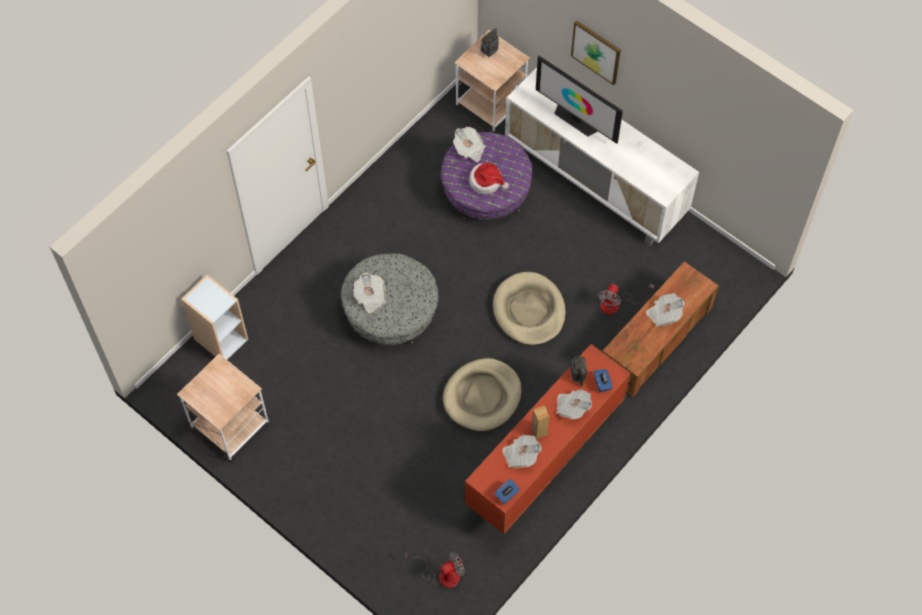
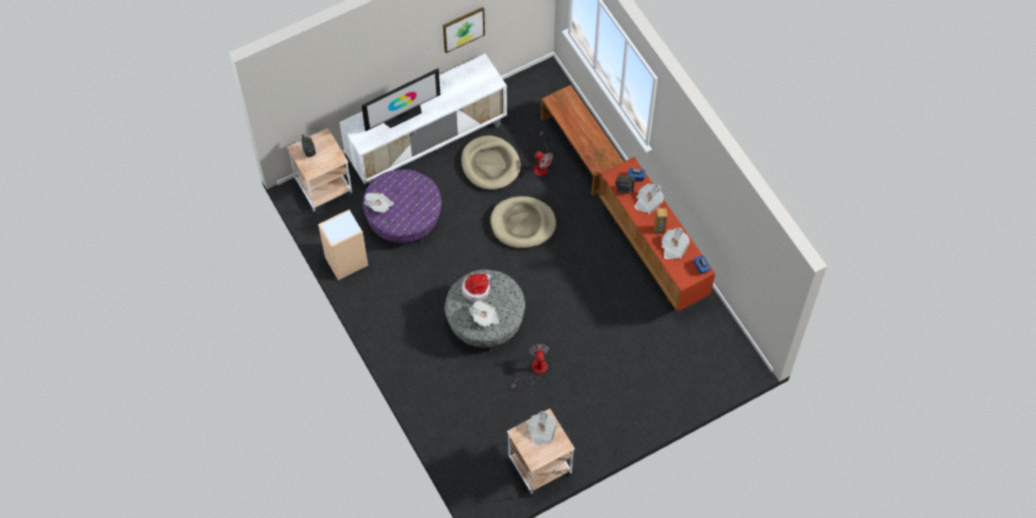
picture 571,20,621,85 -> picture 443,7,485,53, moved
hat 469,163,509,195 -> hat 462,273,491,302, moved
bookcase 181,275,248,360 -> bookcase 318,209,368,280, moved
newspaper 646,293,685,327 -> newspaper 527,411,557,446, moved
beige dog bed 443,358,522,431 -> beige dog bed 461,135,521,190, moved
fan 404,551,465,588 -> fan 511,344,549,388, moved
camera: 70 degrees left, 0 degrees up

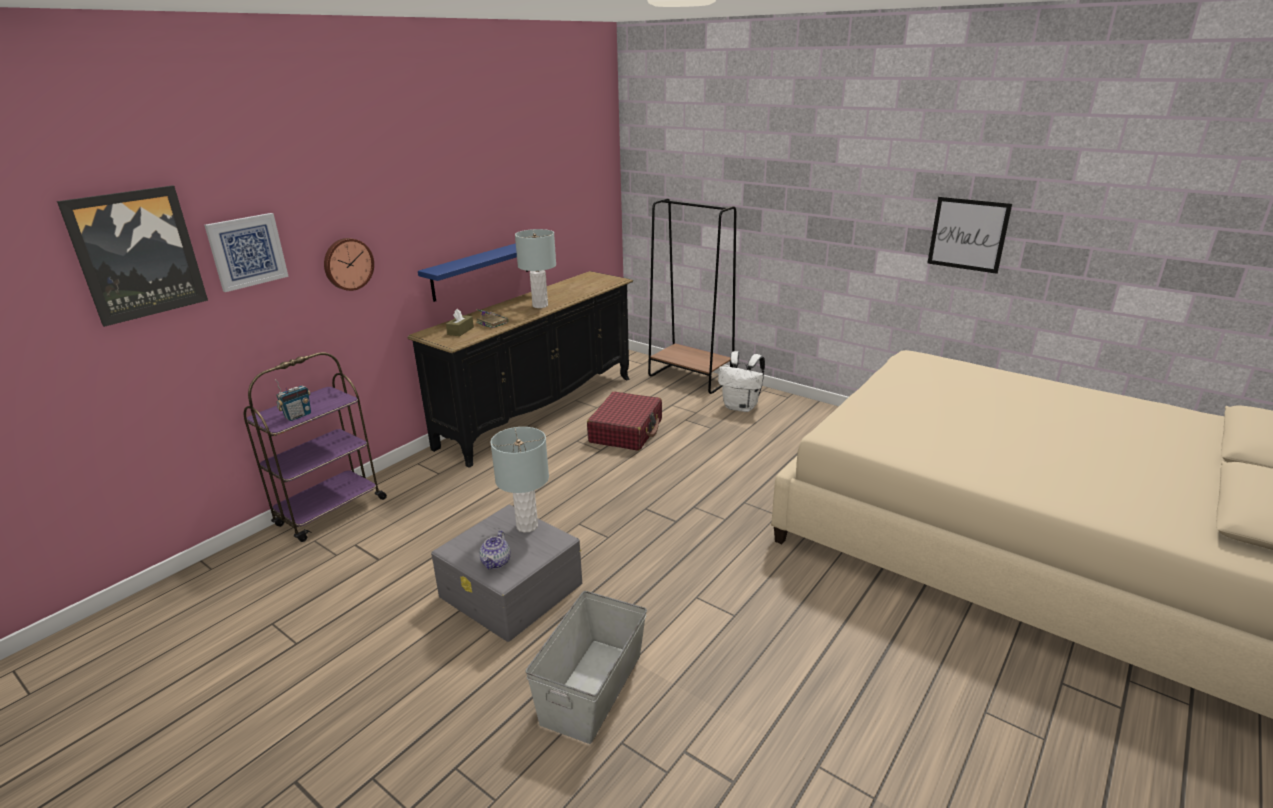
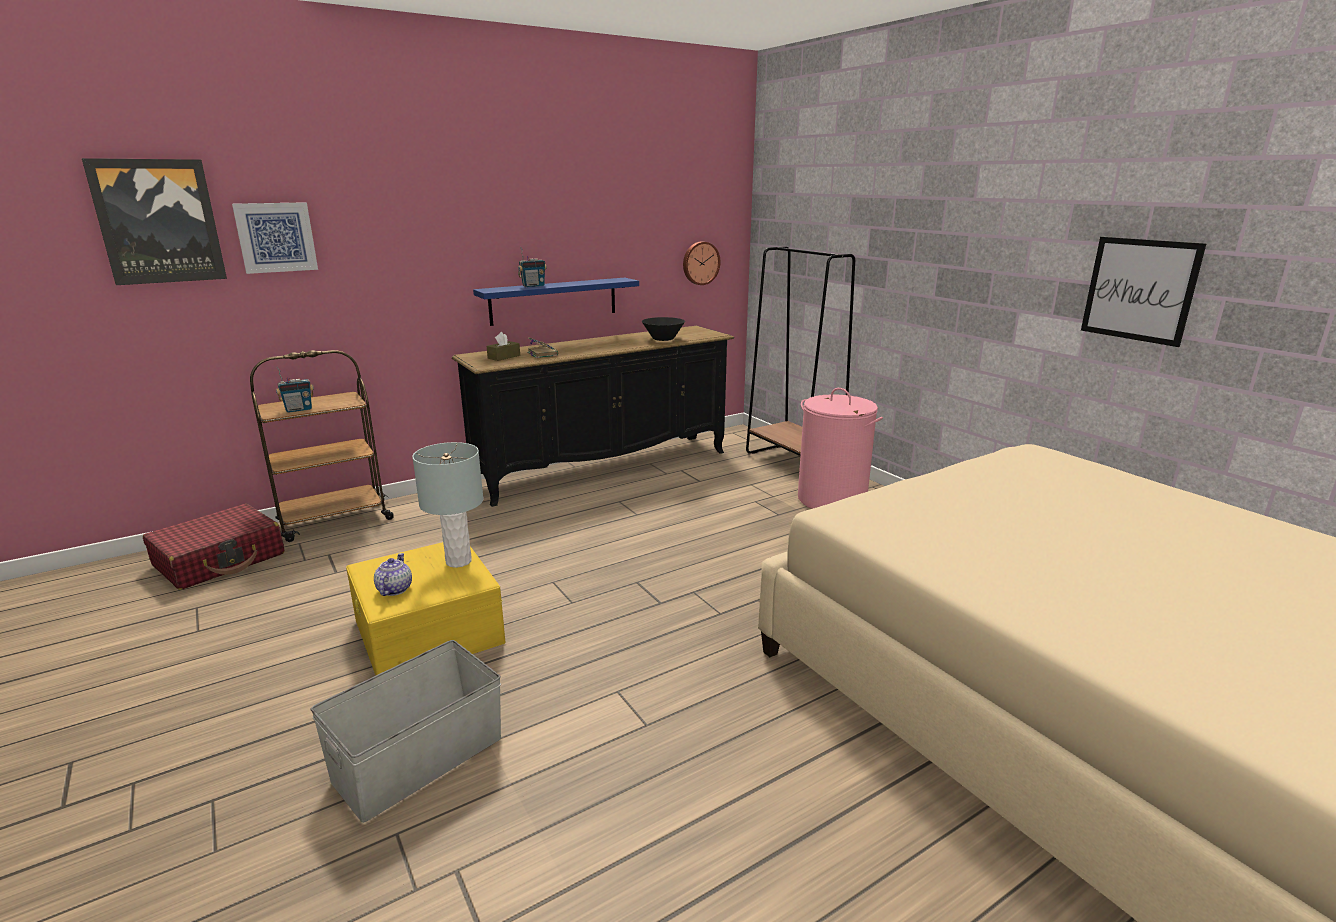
grey table lamp 515,229,556,308 -> none
wall clock 324,238,374,291 -> wall clock 683,242,721,285, moved
white backpack 718,351,765,412 -> pink laundry basket 798,388,883,509
purple cart 244,352,387,542 -> brown cart 250,350,394,542
red suitcase 587,392,662,451 -> red suitcase 143,504,284,590, moved
grey storage box 431,505,582,642 -> yellow storage box 346,542,505,675
teapot 479,531,511,570 -> teapot 374,553,412,596, 150 degrees clockwise
none -> radio 518,247,547,287
none -> black bowl 642,317,685,341
camera: 20 degrees right, 5 degrees down

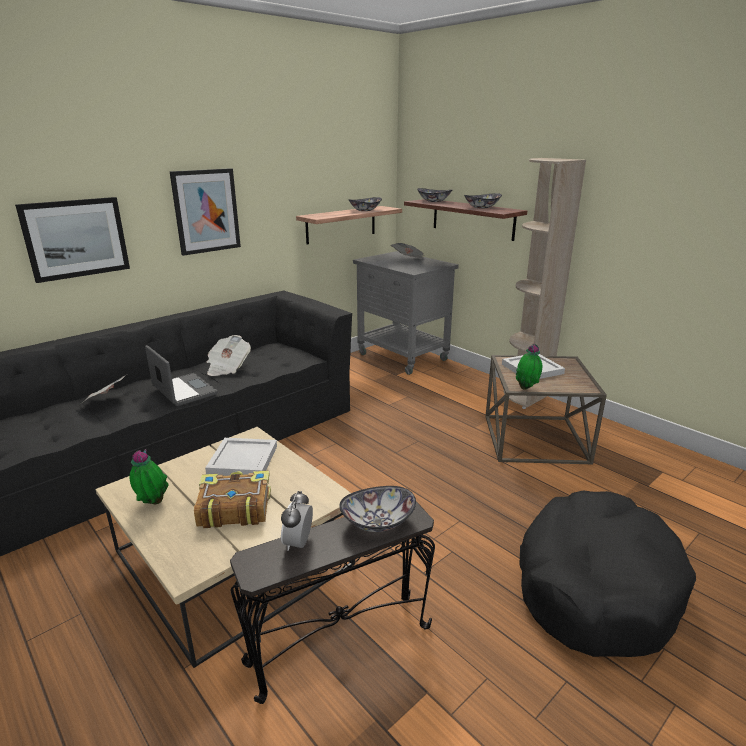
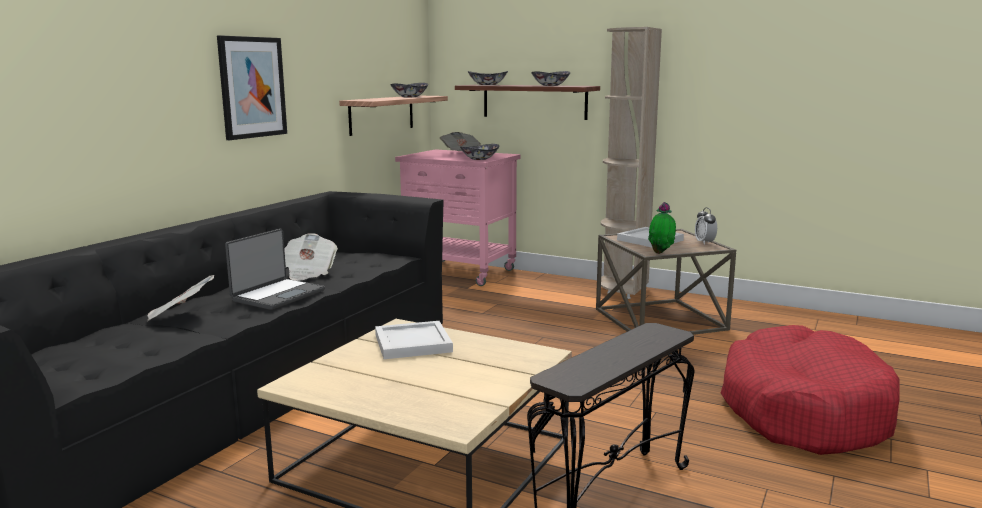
picture 15,197,130,283 -> none
grey cart 353,251,459,375 -> pink cart 395,149,521,286
laptop 145,345,217,406 -> laptop 225,229,325,310, 90 degrees clockwise
potted plant 129,449,169,505 -> none
book 194,471,271,528 -> none
bowl 339,486,416,532 -> bowl 460,144,500,160, moved
black dog bed 519,490,696,657 -> red dog bed 721,325,900,455
alarm clock 281,491,313,551 -> alarm clock 695,207,717,245, moved
camera: 20 degrees left, 10 degrees down

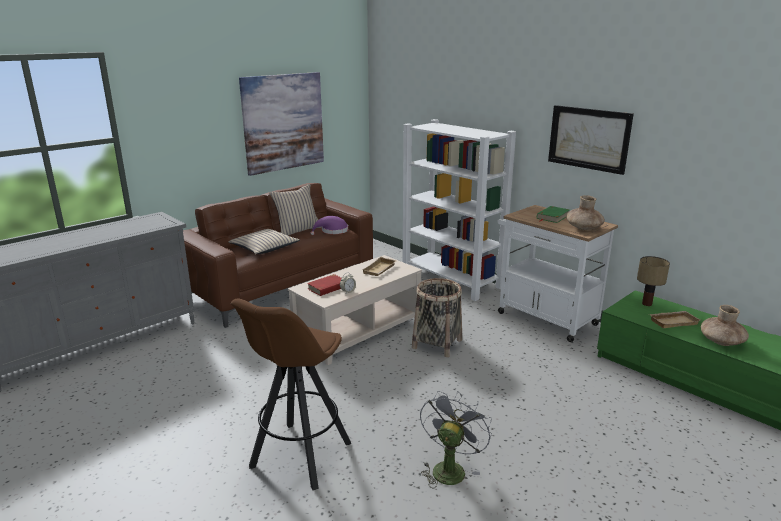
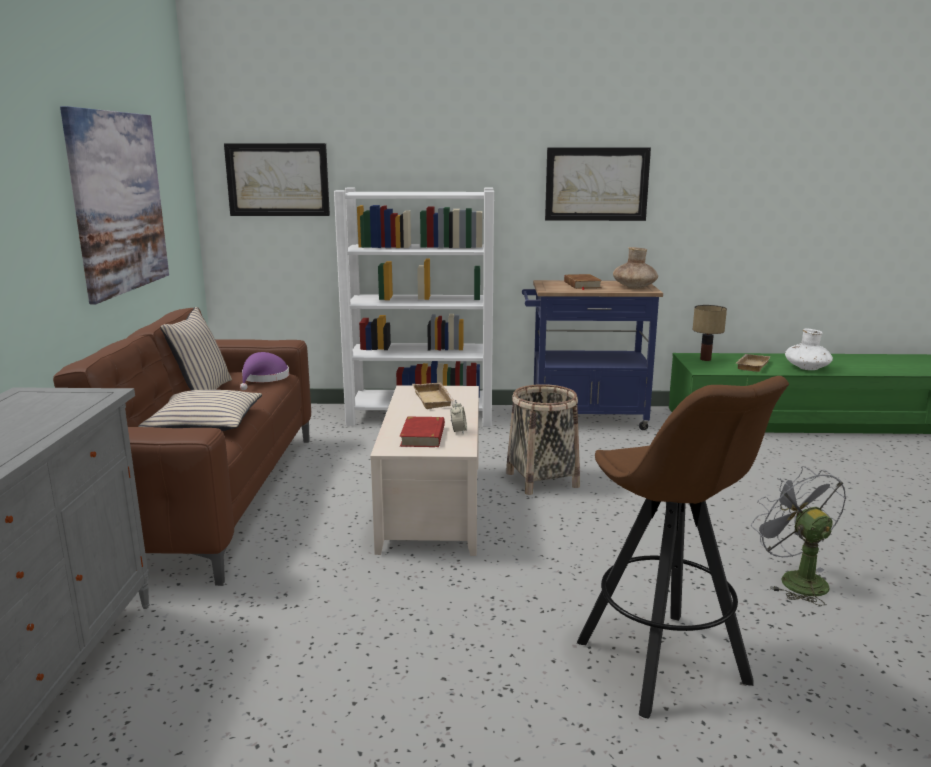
white cart 498,205,618,342 -> blue cart 522,280,663,430
green book 537,206,570,223 -> brown book 564,274,602,290
brown vase 701,305,749,346 -> white vase 785,329,833,370
none -> picture 224,143,330,216
camera: 45 degrees left, 5 degrees down

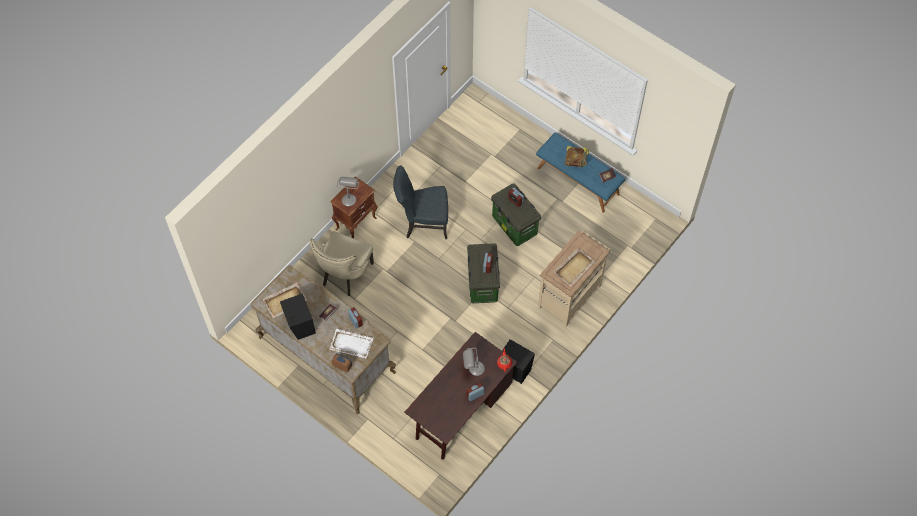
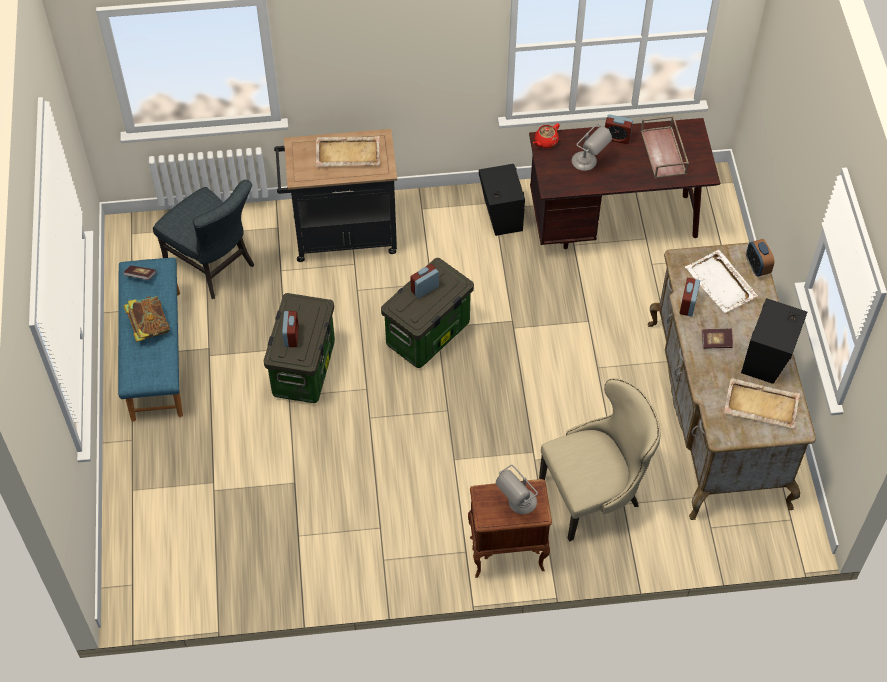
grey chair 393,166,448,239 -> grey chair 153,180,254,299, moved
beige cart 538,230,611,327 -> black cart 274,129,397,262
none -> brown tray 641,115,689,179
camera: 135 degrees left, 5 degrees down

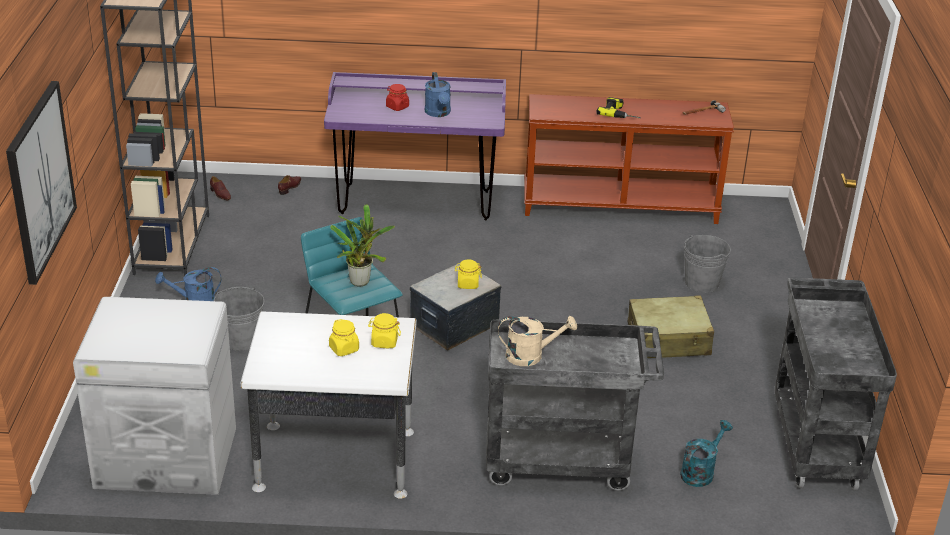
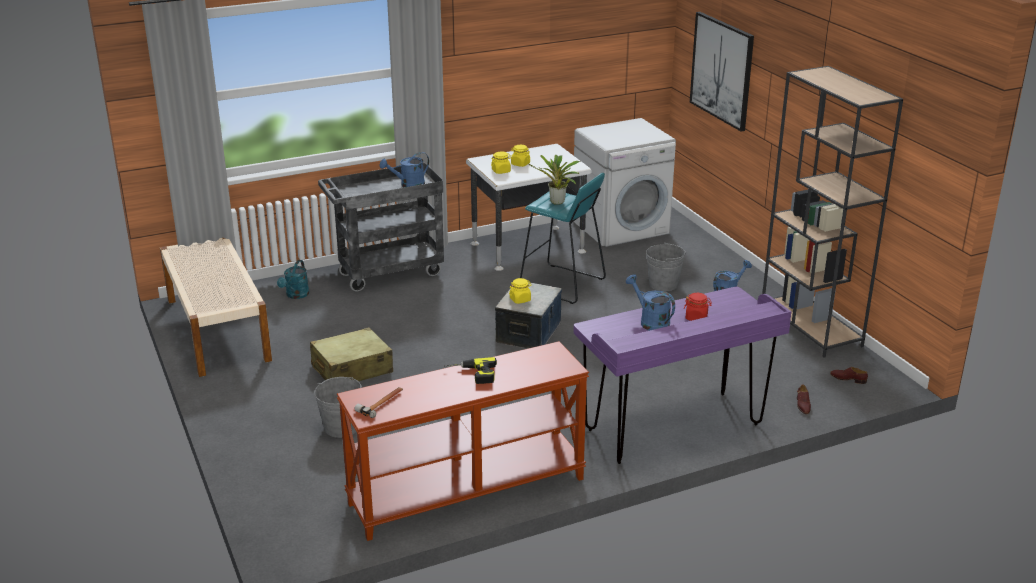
black cart 774,278,897,490 -> beige bench 160,238,272,377
beige watering can 498,316,577,366 -> blue watering can 380,152,429,187
camera: 155 degrees right, 5 degrees down

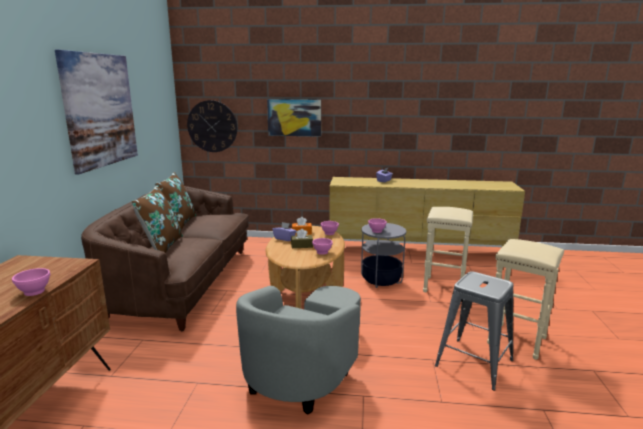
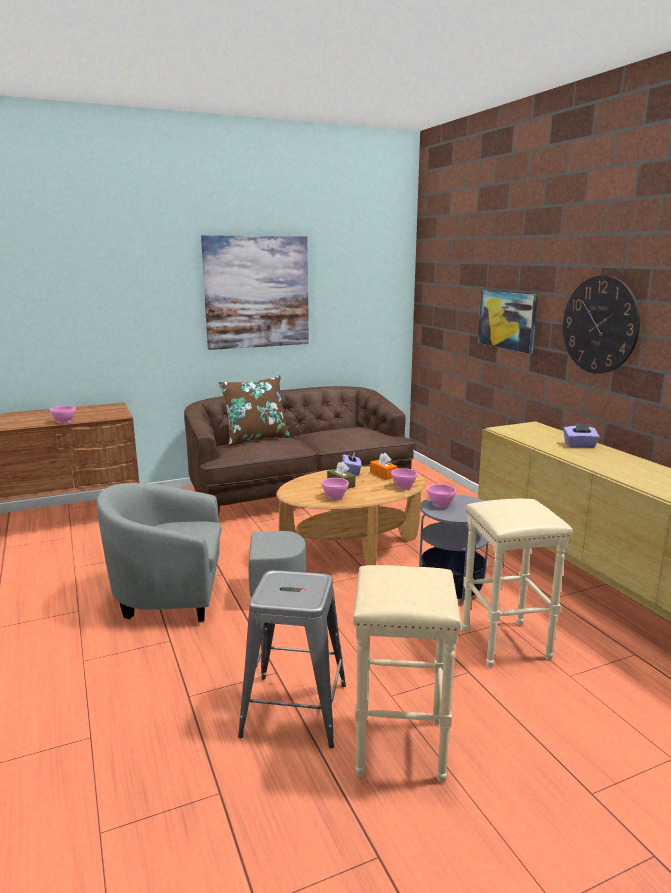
wall clock 187,100,237,152 -> wall clock 563,275,640,374, moved
brown pillow 155,172,196,230 -> none
camera: 60 degrees right, 0 degrees up

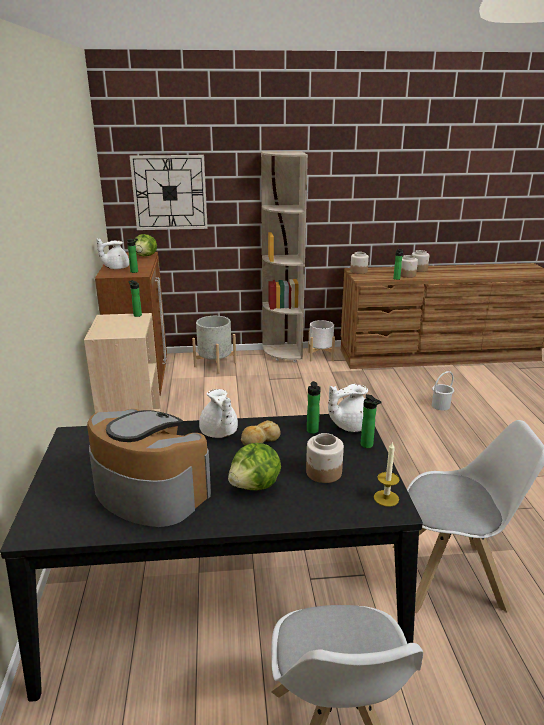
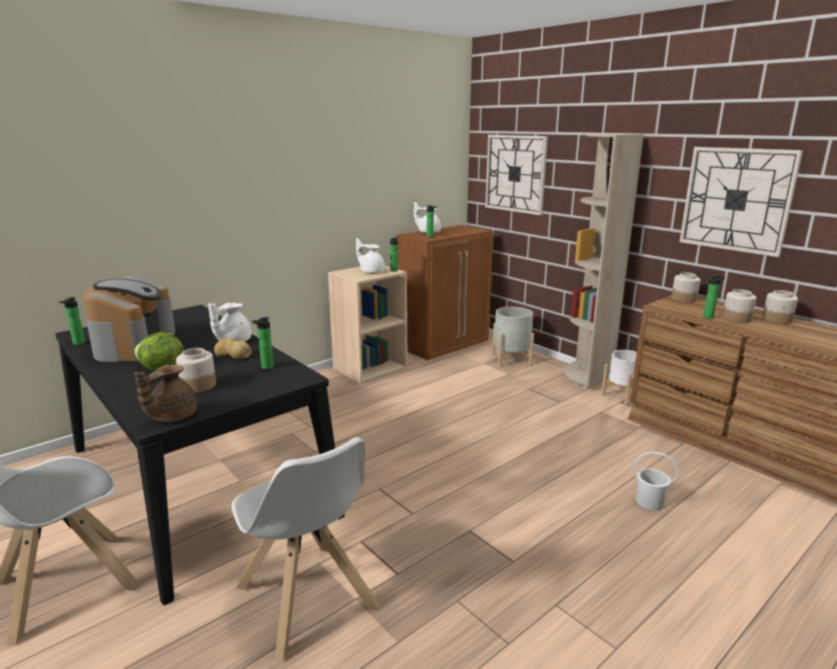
lettuce 135,234,157,256 -> none
white teapot 328,384,368,432 -> white teapot 356,238,385,273, moved
bottle 361,394,382,448 -> bottle 59,297,85,345, moved
candle 374,441,400,507 -> brown teapot 134,365,197,422
none -> wall clock 679,147,803,257
camera: 55 degrees right, 5 degrees down

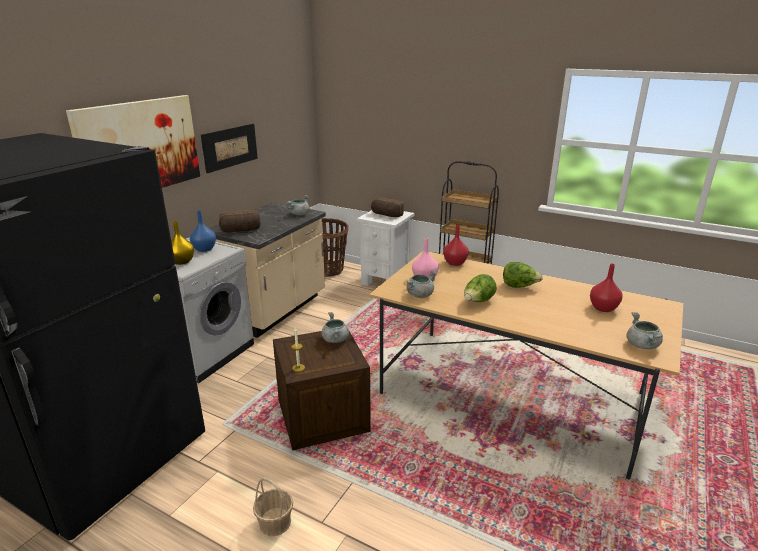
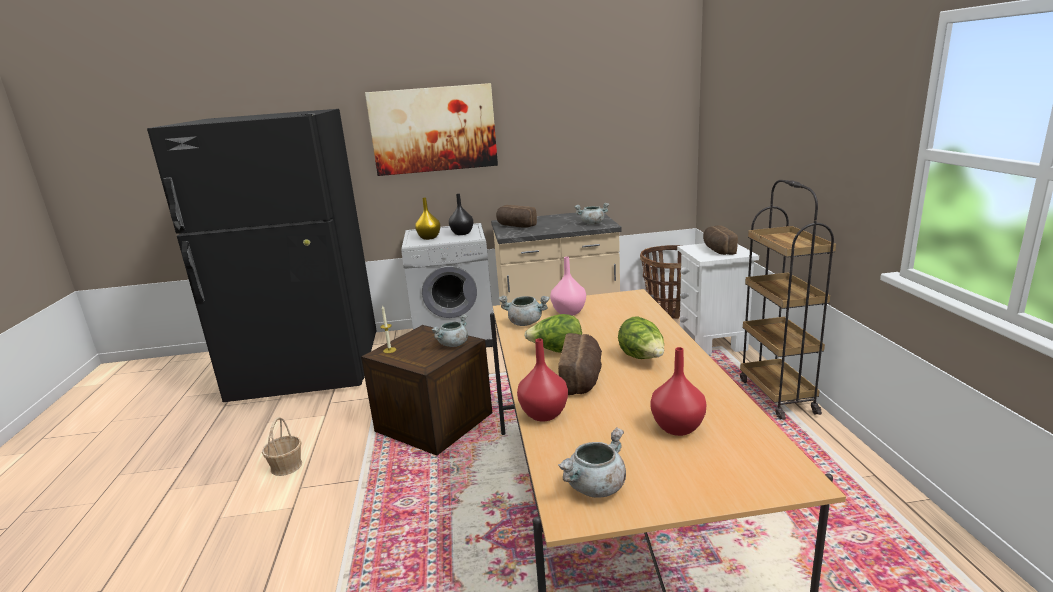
picture 201,124,258,173 -> none
blue vase 190,210,216,252 -> black vase 449,194,473,235
red vase 443,224,469,266 -> red vase 517,338,568,421, moved
none -> bread 558,333,602,395
camera: 55 degrees right, 5 degrees down

